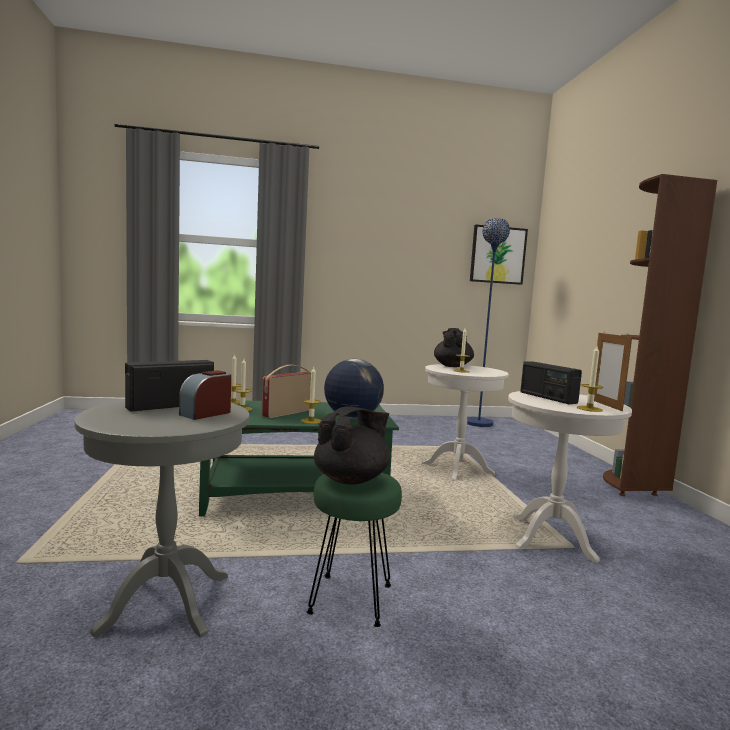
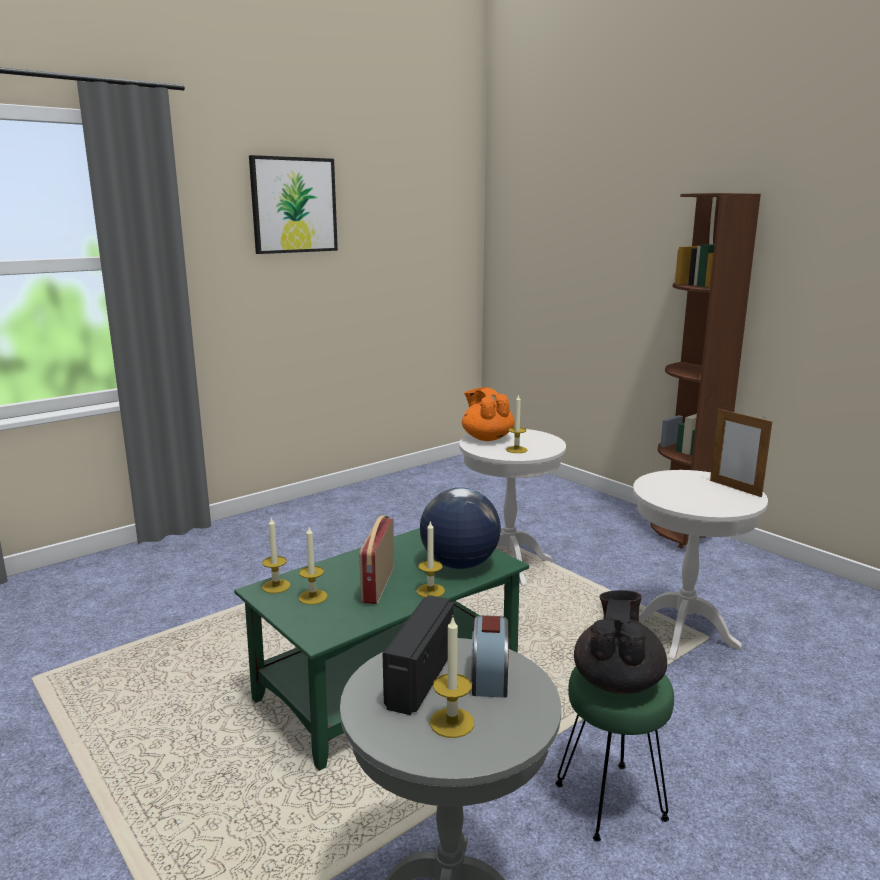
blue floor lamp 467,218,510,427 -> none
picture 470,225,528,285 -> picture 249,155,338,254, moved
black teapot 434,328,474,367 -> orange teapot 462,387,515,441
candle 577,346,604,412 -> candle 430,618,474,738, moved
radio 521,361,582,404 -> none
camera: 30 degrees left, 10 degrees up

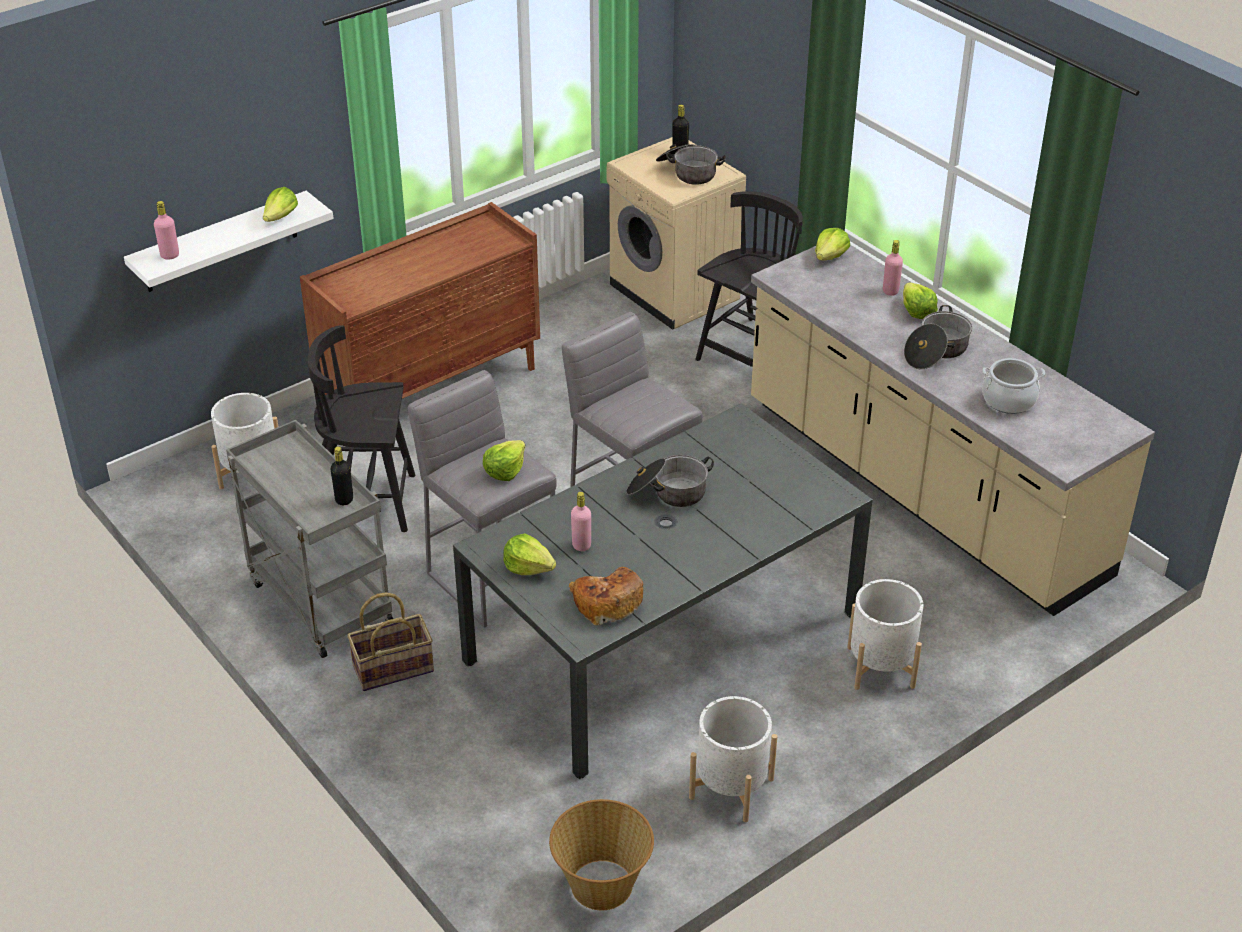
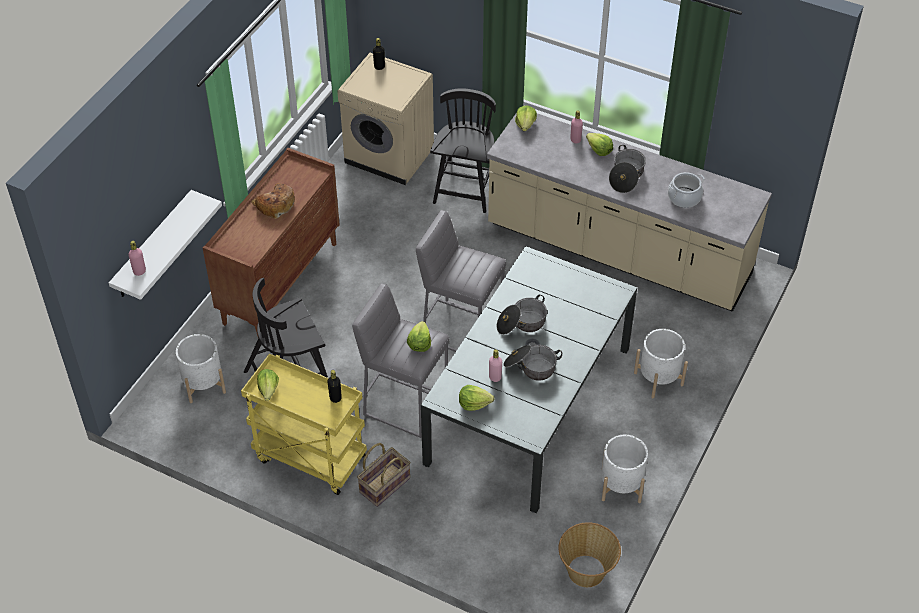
cooking pot 656,144,726,185 -> cooking pot 503,345,562,381, moved
lettuce 263,187,298,222 -> lettuce 257,369,279,401, moved
grey cart 226,420,393,658 -> yellow cart 241,354,367,495
bread 569,567,643,625 -> bread 252,183,295,219, moved
camera: 25 degrees left, 10 degrees up

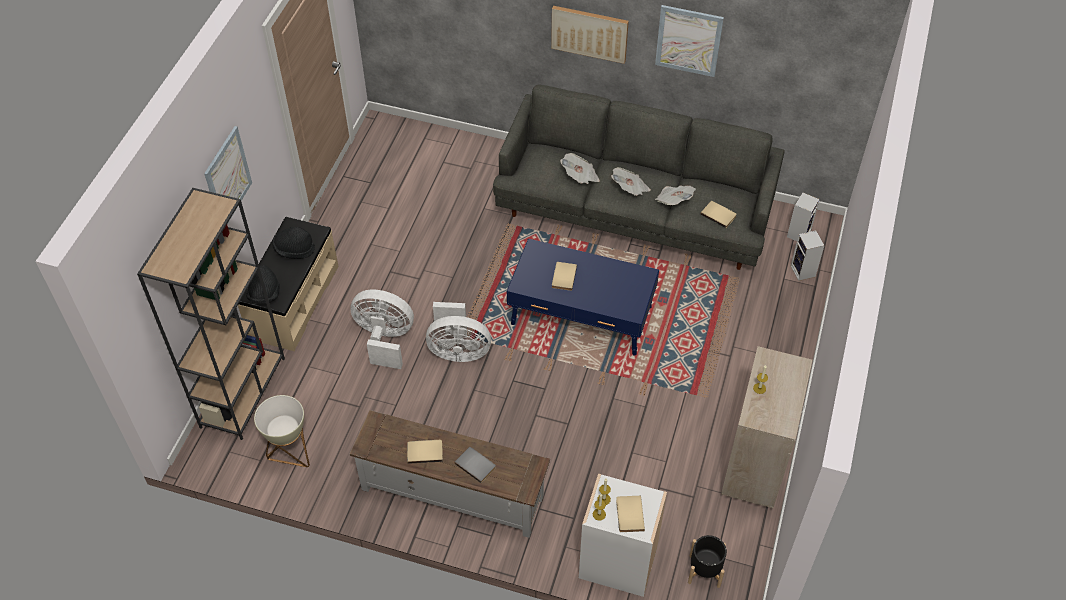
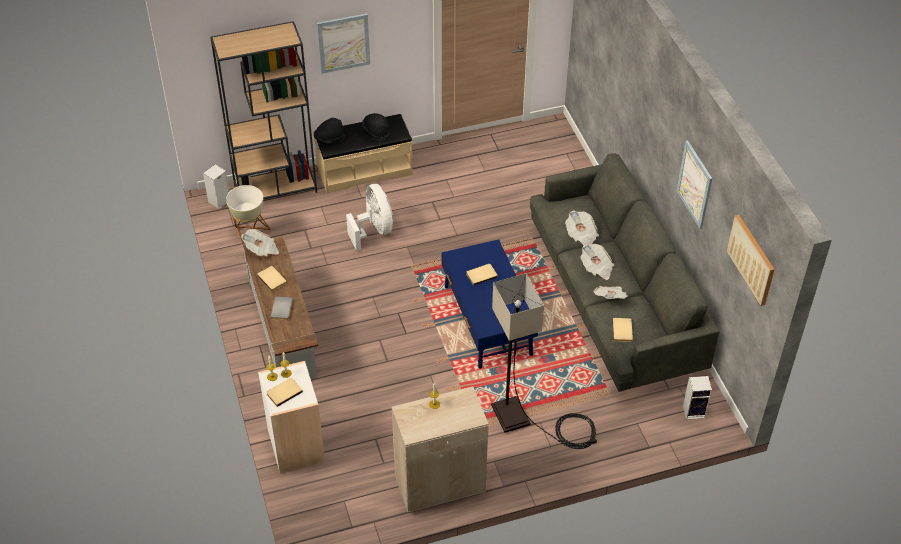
picture 551,6,629,64 -> picture 727,215,775,306, moved
speaker 791,231,825,281 -> speaker 203,164,229,209, moved
white fan 426,302,491,362 -> none
black planter 688,535,727,588 -> none
none -> newspaper 241,229,279,256
none -> floor lamp 491,273,597,449
camera: 55 degrees right, 5 degrees down

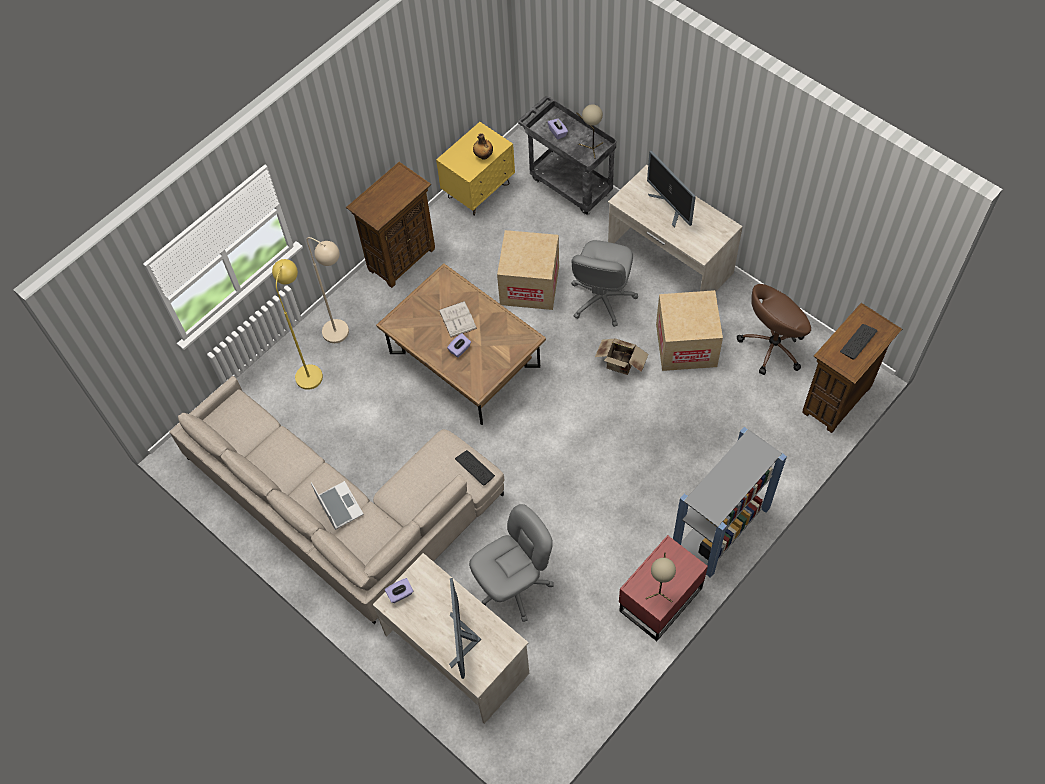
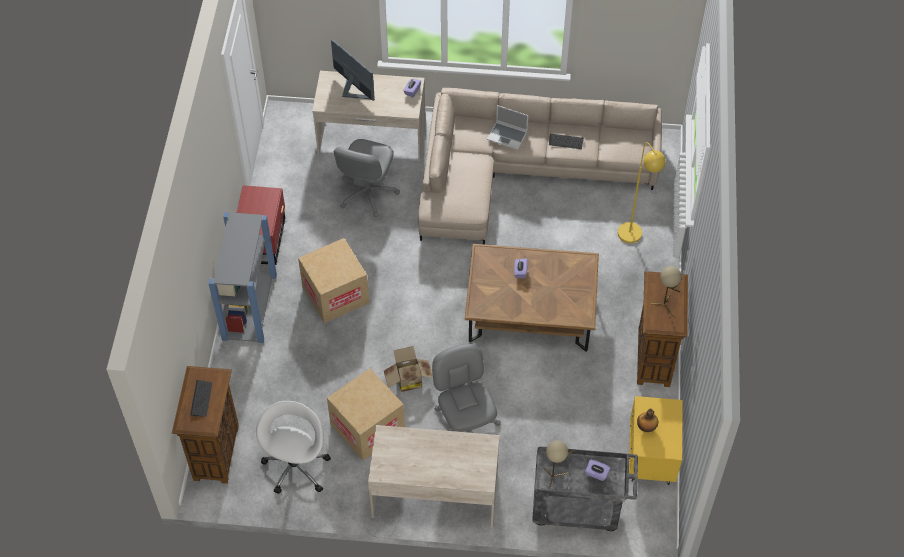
monitor 647,151,696,227 -> none
cardboard box 497,230,559,310 -> cardboard box 298,238,369,323, moved
beige floor lamp 307,237,349,343 -> none
brown office chair 737,284,811,375 -> white office chair 256,401,331,494
white book 439,301,477,338 -> none
keyboard 455,450,495,486 -> keyboard 549,134,584,149, moved
beige table lamp 646,553,676,602 -> beige table lamp 651,266,682,316, moved
camera: 140 degrees right, 5 degrees down

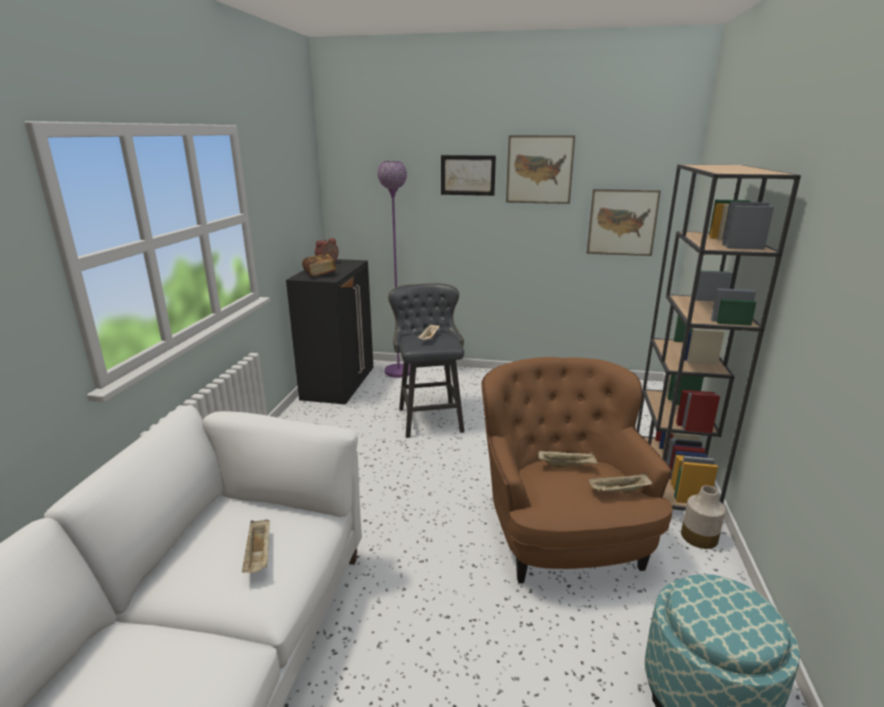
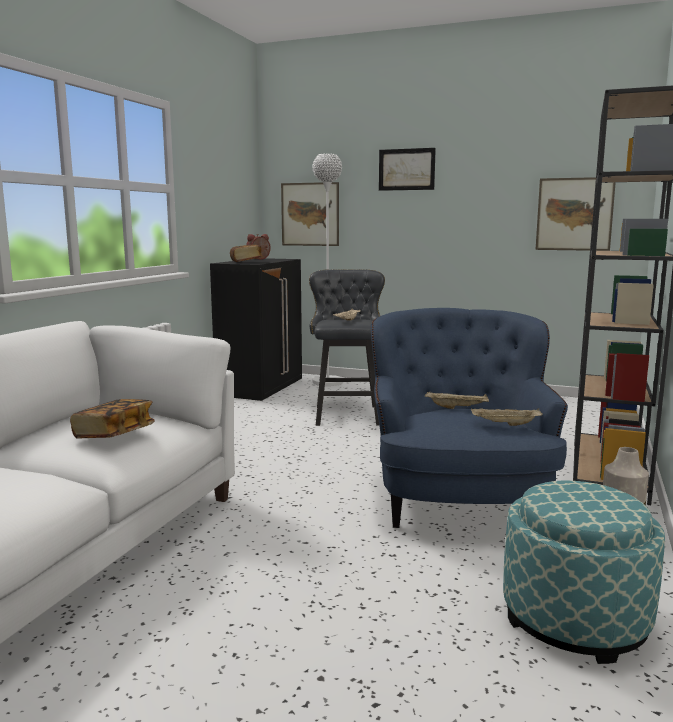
picture 506,135,575,204 -> picture 281,182,339,246, moved
purple floor lamp 378,161,410,378 -> white floor lamp 312,153,343,386
brown armchair 482,357,673,584 -> blue armchair 371,308,568,528
beige tray 242,519,270,573 -> book 70,399,155,438
camera: 10 degrees right, 10 degrees down

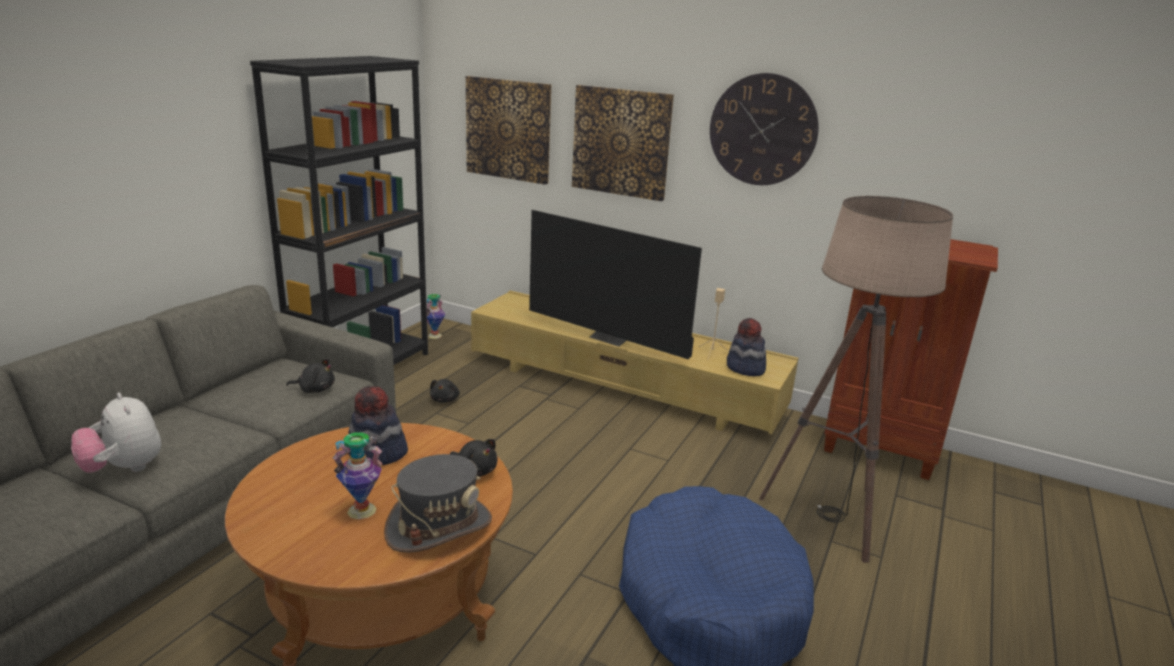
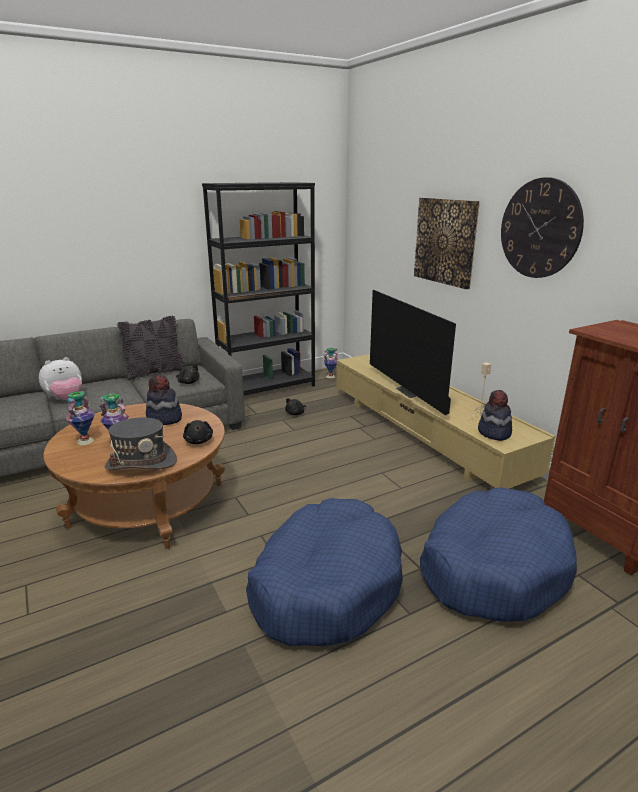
picture 466,76,551,185 -> none
floor lamp 759,196,953,563 -> blue dog bed 420,487,577,622
plush toy 71,393,161,473 -> plush toy 39,357,82,400, 120 degrees counterclockwise
none -> black pillow 117,315,185,380
none -> vase 66,391,94,445
camera: 35 degrees right, 0 degrees up

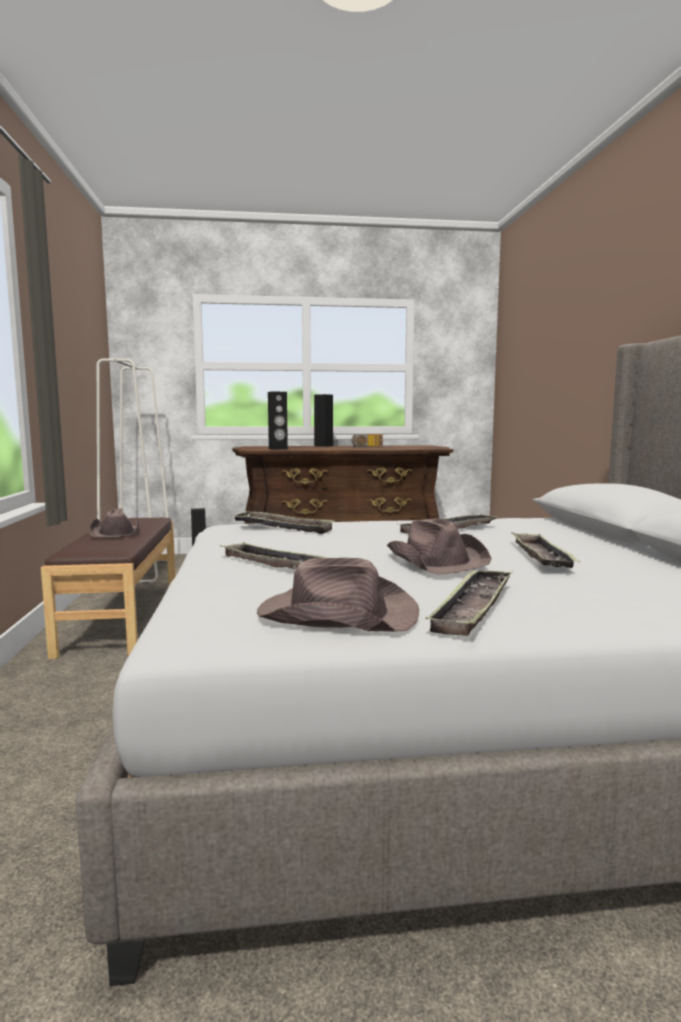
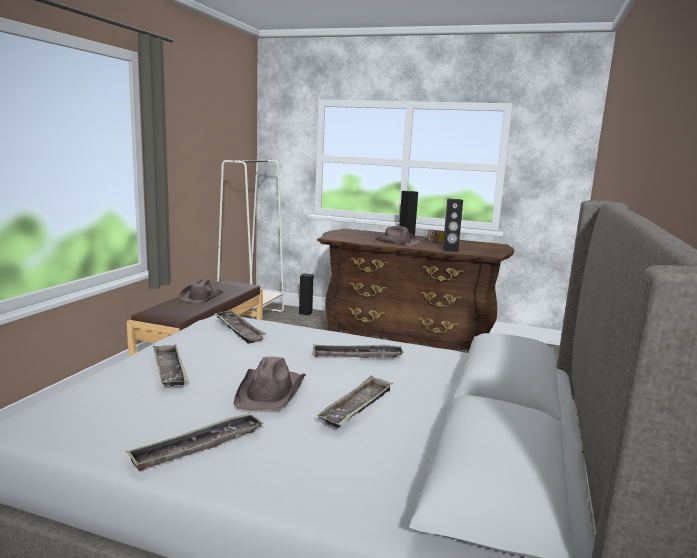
black speaker 268,391,288,450 -> black speaker 443,199,463,252, moved
brown hat 257,558,419,632 -> brown hat 375,226,420,246, moved
camera: 25 degrees right, 5 degrees up

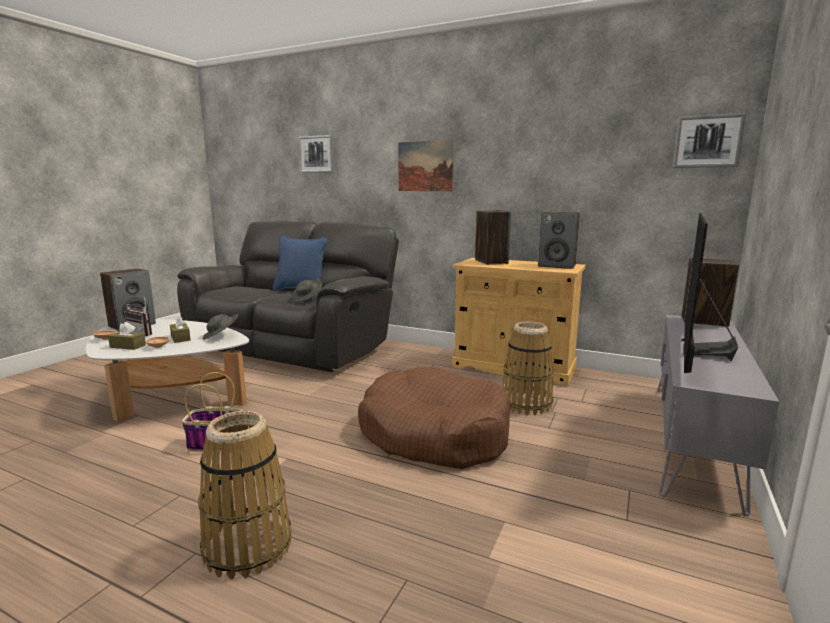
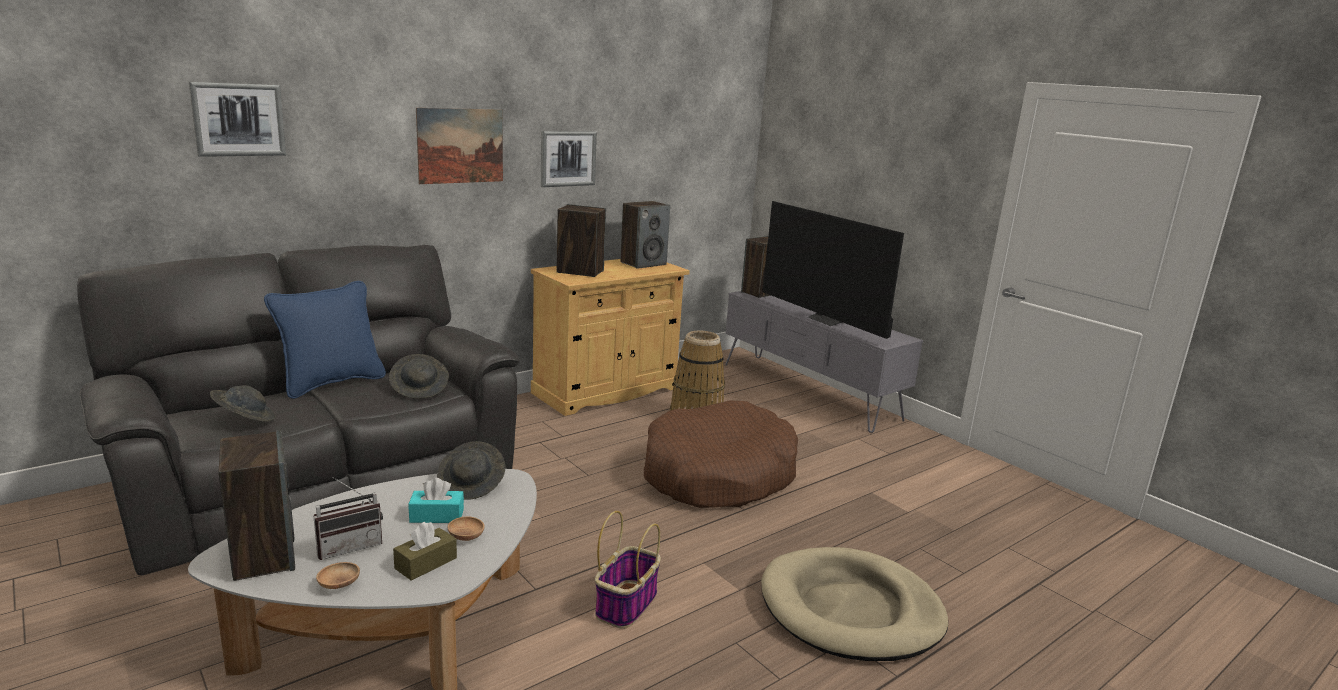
picture 673,113,746,168 -> picture 541,131,597,187, moved
brown tissue box 170,315,191,343 -> turquoise tissue box 408,478,464,523
basket 198,411,291,579 -> beige dog bed 761,547,948,661
none -> grey hat 210,385,276,422
camera: 65 degrees left, 5 degrees up

